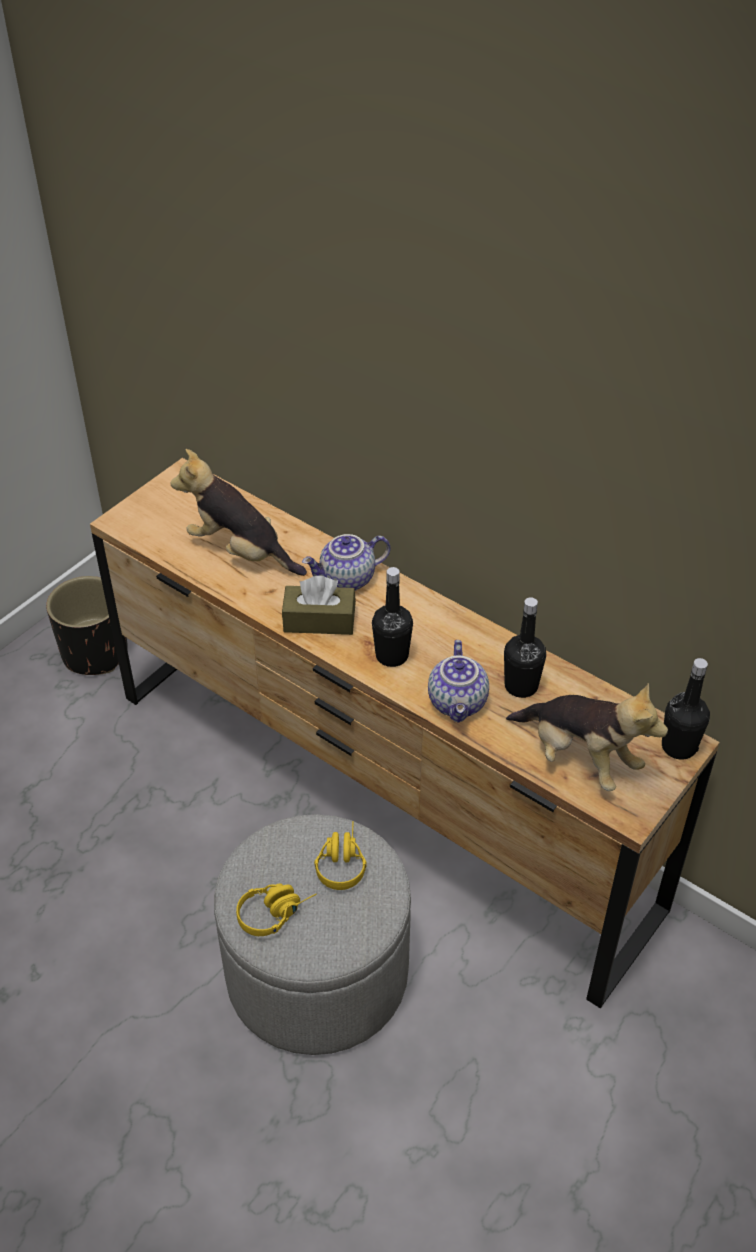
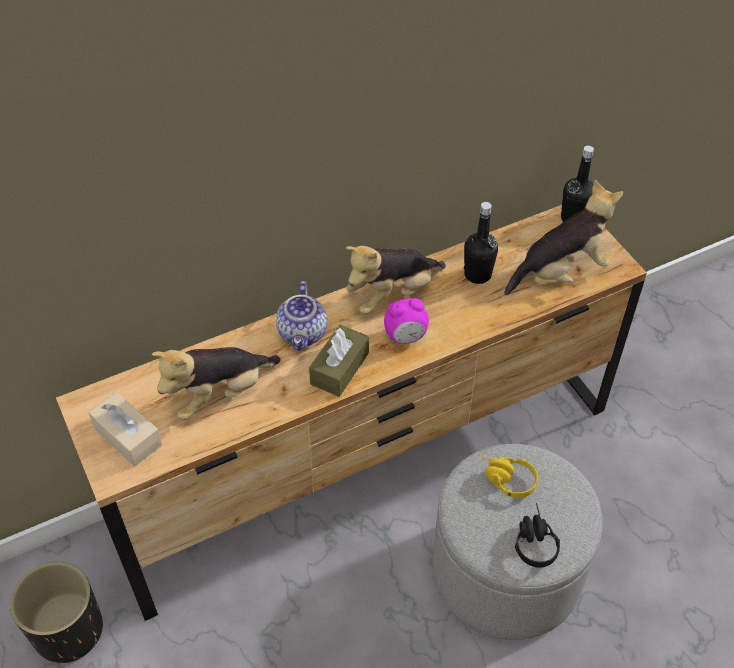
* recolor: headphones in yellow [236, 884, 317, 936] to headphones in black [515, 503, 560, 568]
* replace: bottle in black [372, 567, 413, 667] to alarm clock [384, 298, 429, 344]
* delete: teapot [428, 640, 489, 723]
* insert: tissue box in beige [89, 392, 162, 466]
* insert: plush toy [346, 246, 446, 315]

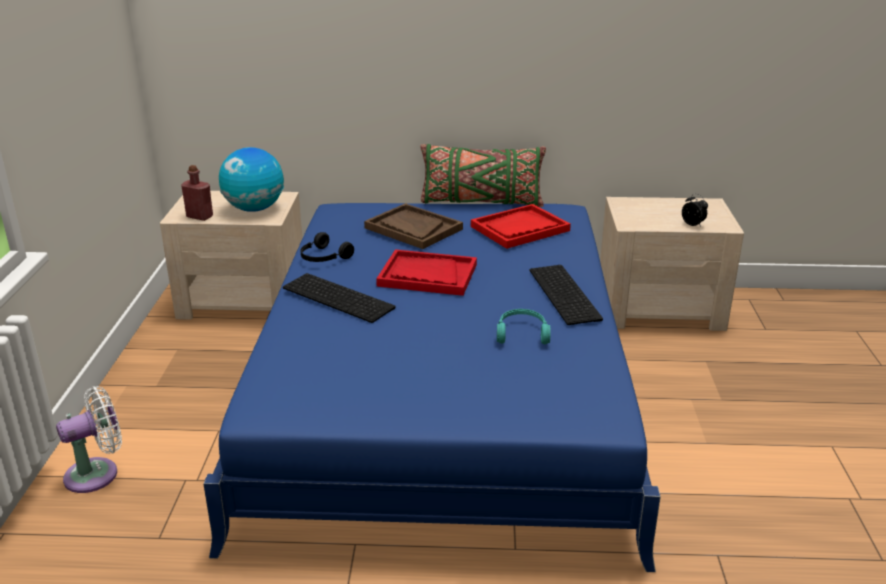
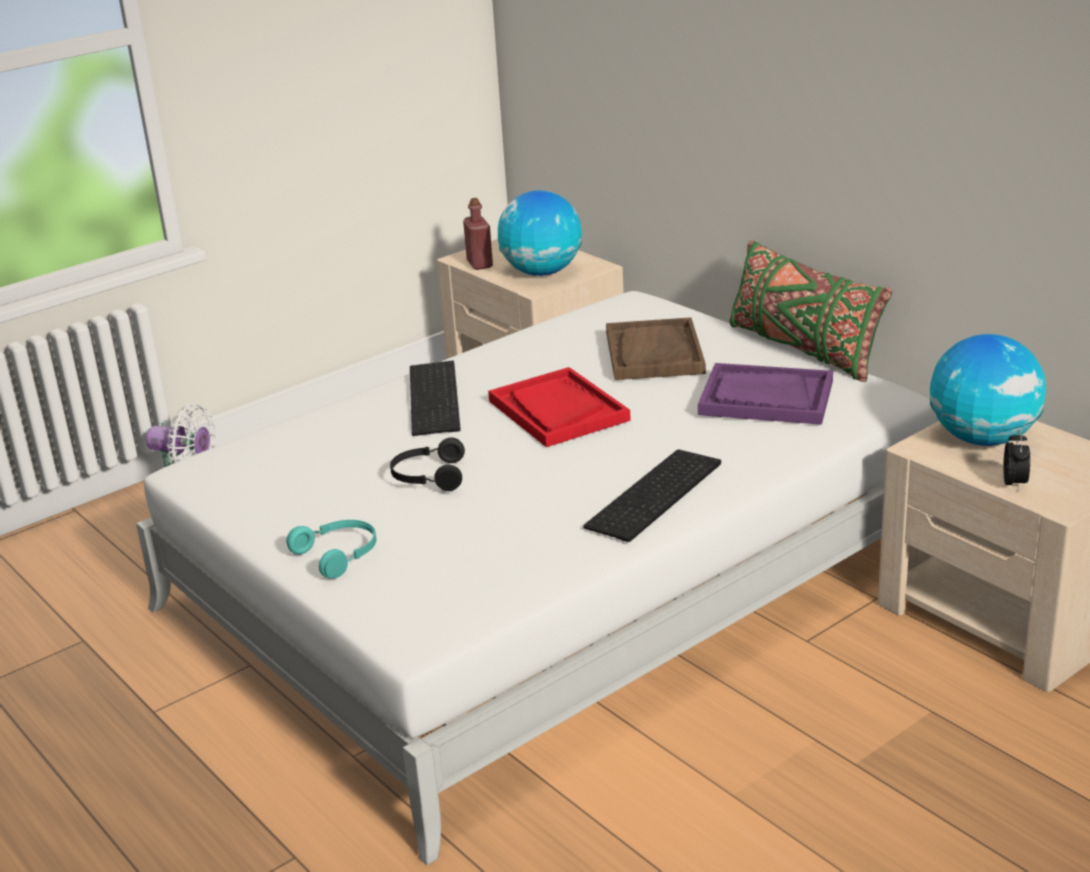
* recolor: bed in blue [203, 203, 661, 572] to bed in white [136, 291, 938, 865]
* move: headphones in black [300, 232, 354, 262] to [390, 437, 465, 491]
* recolor: tray in red [471, 204, 571, 249] to tray in purple [698, 363, 833, 425]
* move: headphones in turquoise [497, 309, 551, 344] to [286, 520, 376, 579]
* insert: globe [930, 334, 1046, 446]

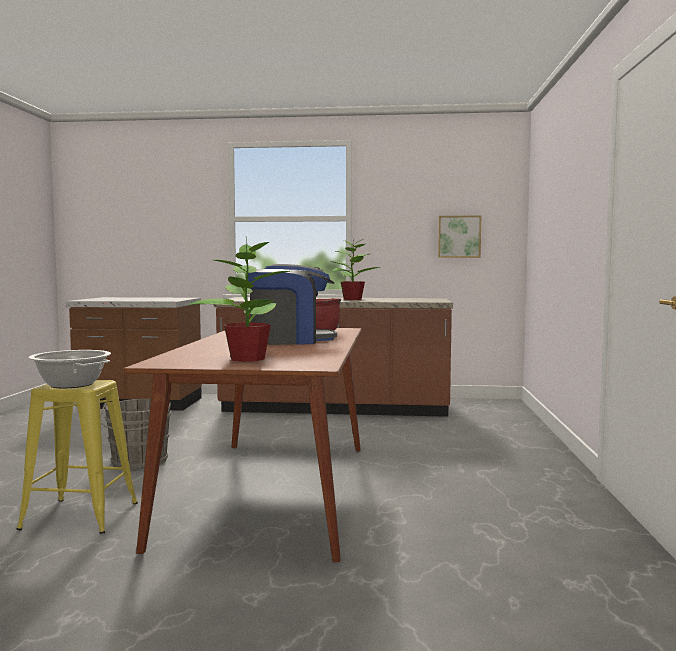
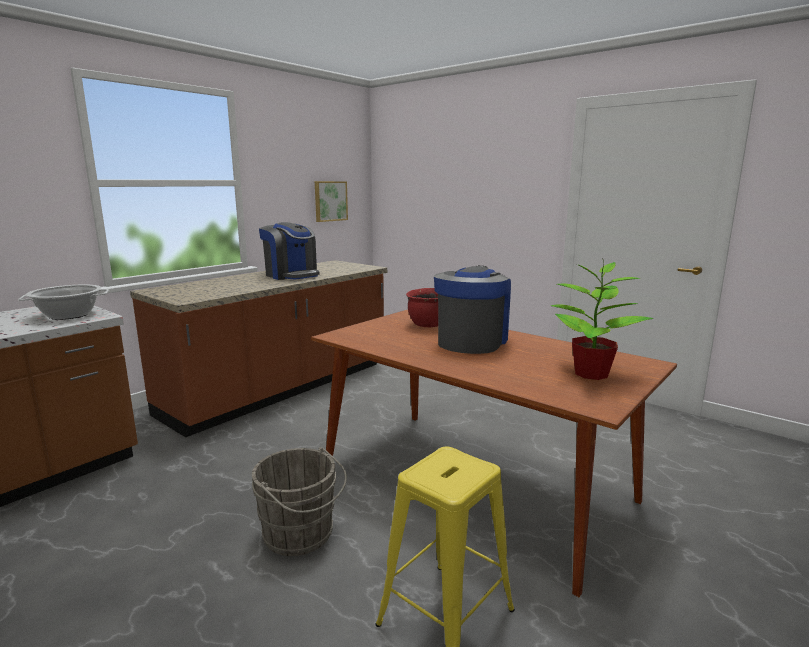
* move: cooking pot [28, 350, 111, 388] to [18, 285, 109, 320]
* replace: potted plant [329, 235, 380, 300] to coffee machine [259, 222, 319, 280]

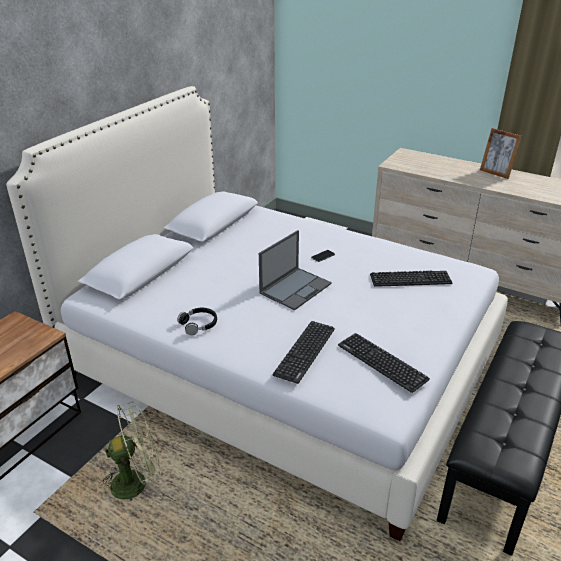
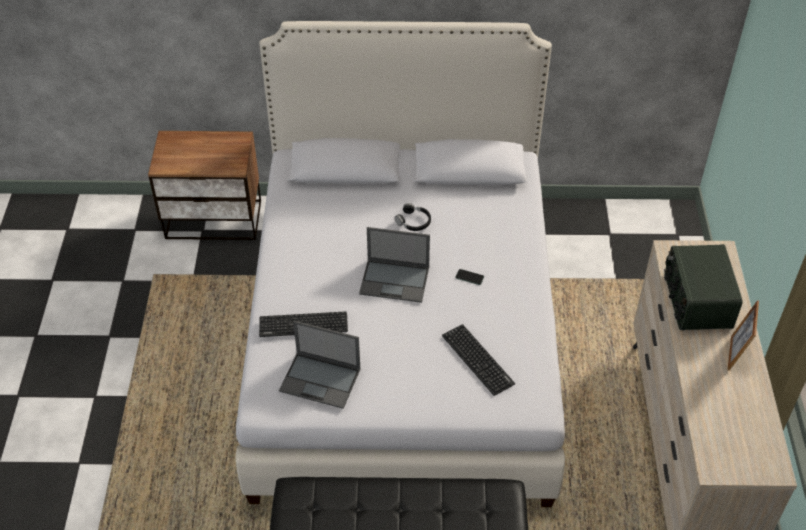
* delete: fan in green [99, 402, 161, 504]
* move: headphones in black [177, 308, 217, 335] to [395, 203, 431, 231]
* replace: keyboard [338, 333, 430, 393] to laptop [279, 321, 361, 409]
* insert: radio [664, 244, 743, 330]

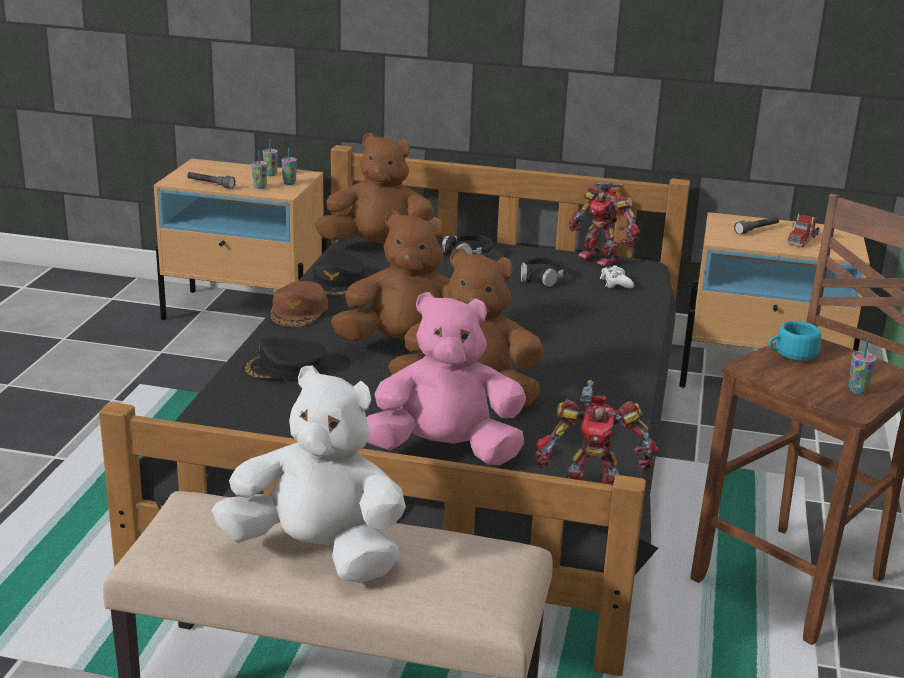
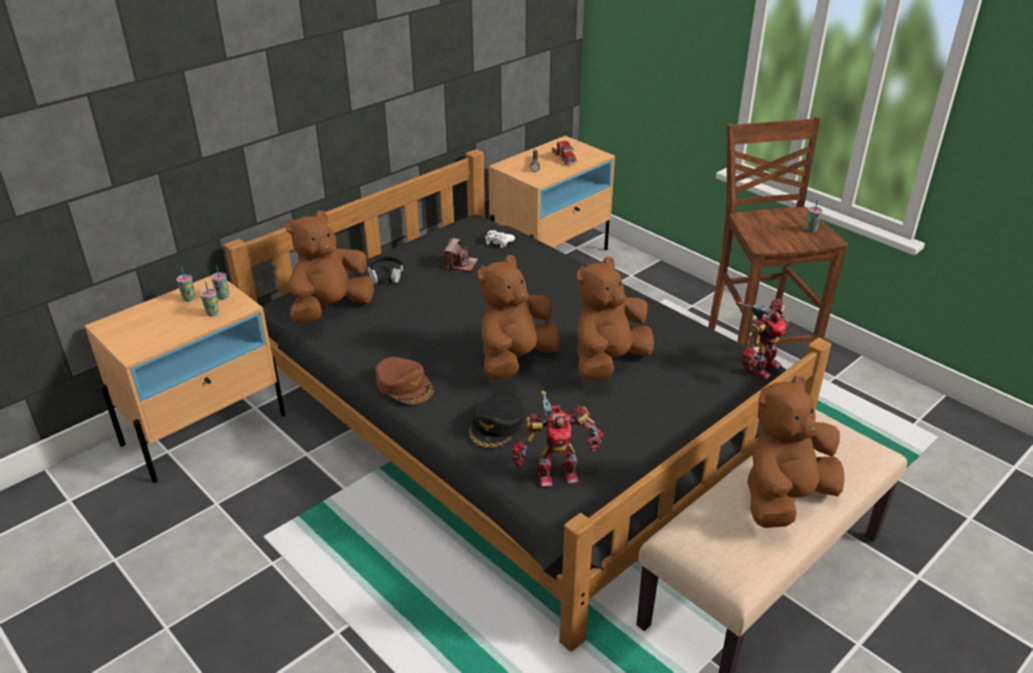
* delete: flashlight in grey [187, 172, 235, 189]
* recolor: plush toy in white [211, 366, 406, 583] to plush toy in brown [747, 375, 844, 528]
* delete: cap in black [311, 255, 365, 297]
* delete: plush toy in pink [366, 292, 526, 465]
* replace: headphones in black [521, 257, 567, 287] to photo camera [444, 238, 478, 271]
* move: toy robot [569, 182, 640, 266] to [513, 390, 603, 488]
* delete: cup in turquoise [769, 321, 821, 361]

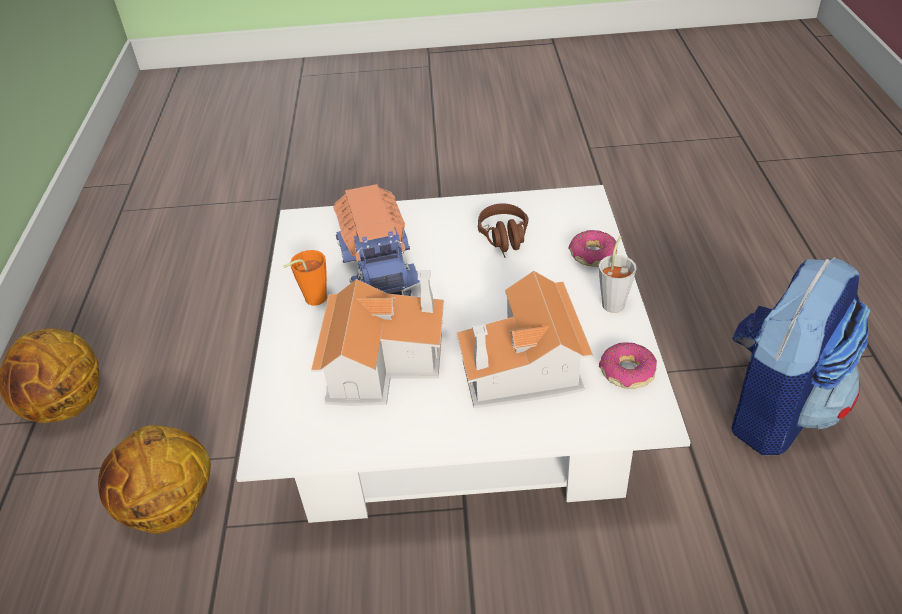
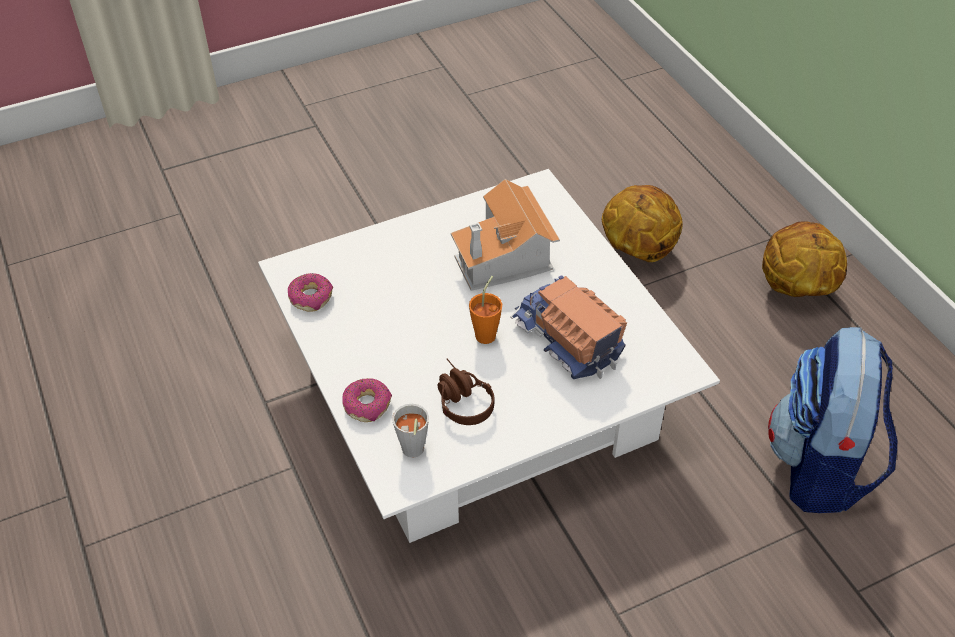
* move: cup in orange [283, 250, 327, 306] to [469, 276, 502, 344]
* delete: toy house [456, 271, 593, 408]
* move: cup in grey [599, 235, 636, 313] to [392, 404, 429, 458]
* move: backpack [731, 257, 870, 455] to [768, 327, 897, 513]

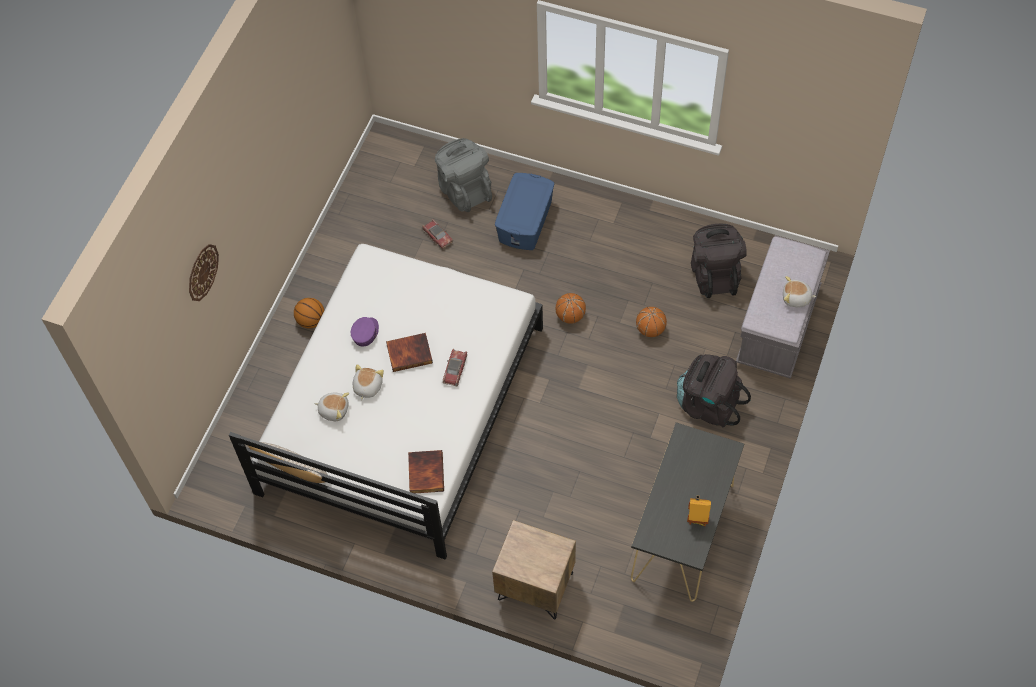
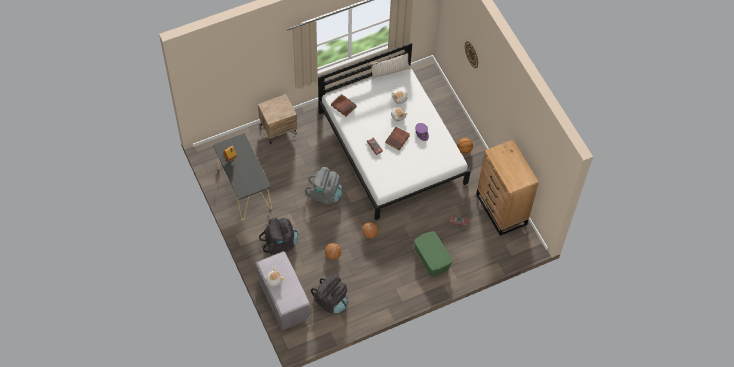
* move: backpack in grey [435, 138, 492, 212] to [305, 167, 343, 204]
* recolor: storage box in blue [495, 173, 554, 250] to storage box in green [414, 231, 453, 277]
* insert: dresser in brown [476, 140, 539, 236]

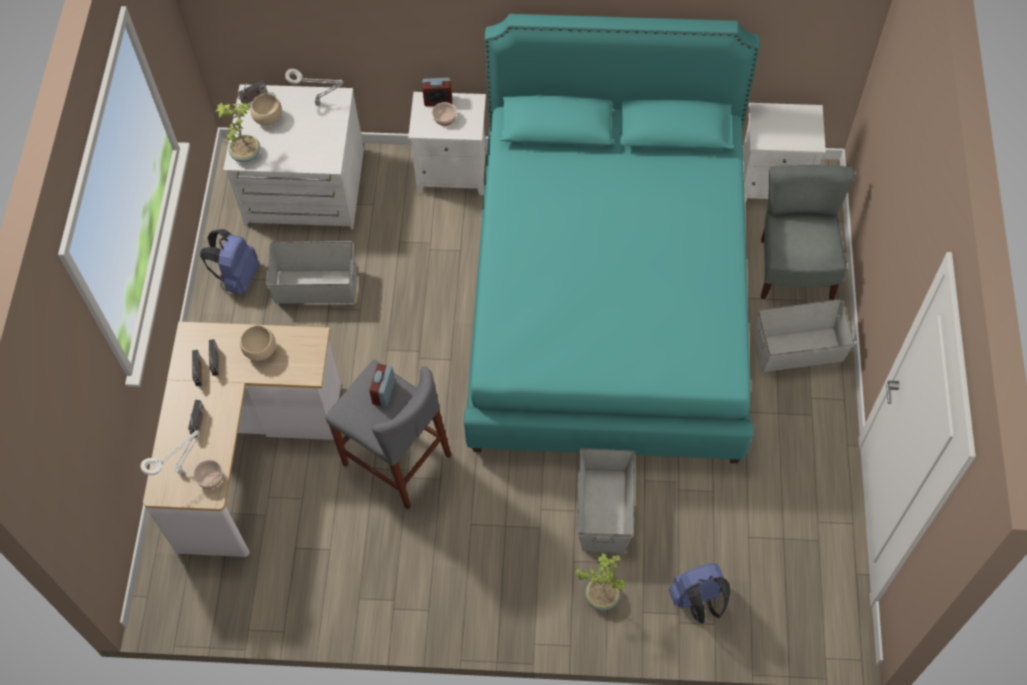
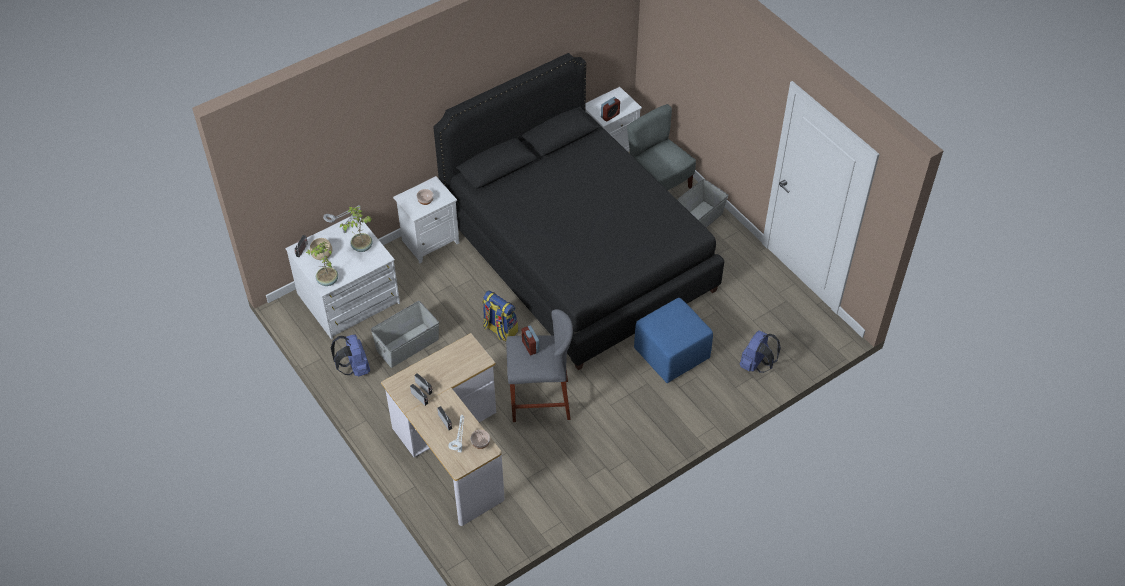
* delete: bowl in beige [240, 326, 276, 361]
* move: alarm clock [422, 78, 452, 106] to [601, 97, 620, 122]
* recolor: bed in turquoise [464, 14, 760, 463] to bed in black [433, 53, 724, 370]
* move: potted plant [574, 553, 626, 611] to [340, 206, 373, 252]
* replace: storage box in grey [576, 448, 635, 553] to ottoman in blue [634, 298, 713, 383]
* insert: backpack [482, 290, 518, 341]

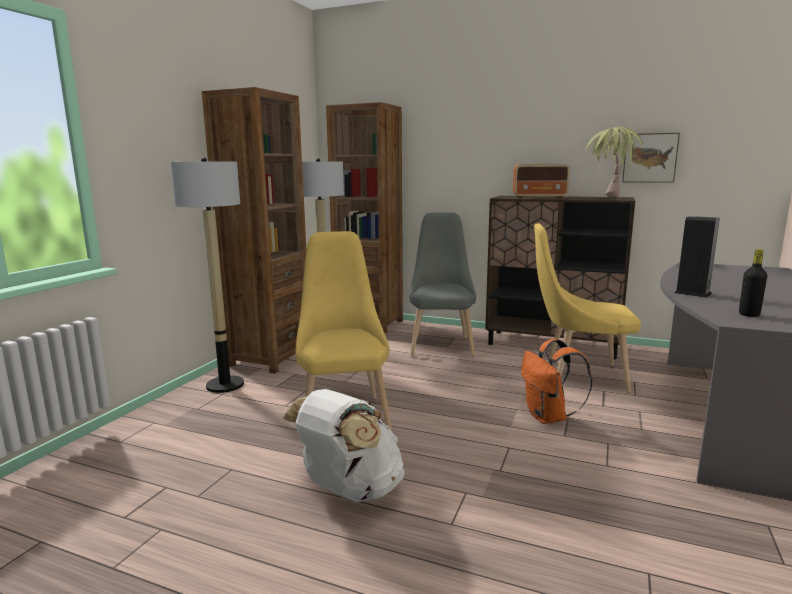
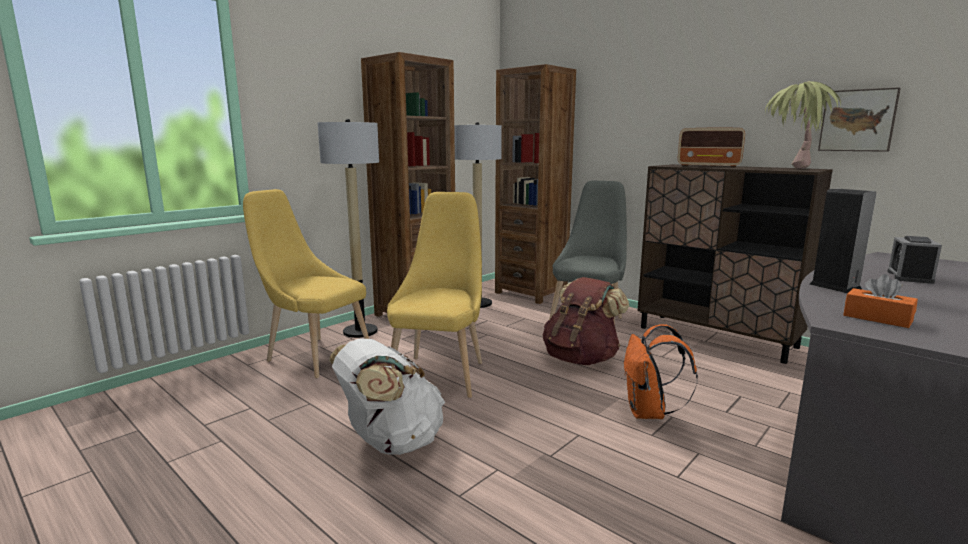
* move: chair in yellow [534, 223, 641, 393] to [243, 189, 369, 378]
* replace: bottle in black [739, 249, 767, 317] to tissue box in orange [843, 274, 918, 328]
* insert: backpack in brown [543, 277, 629, 365]
* insert: alarm clock [887, 236, 942, 284]

